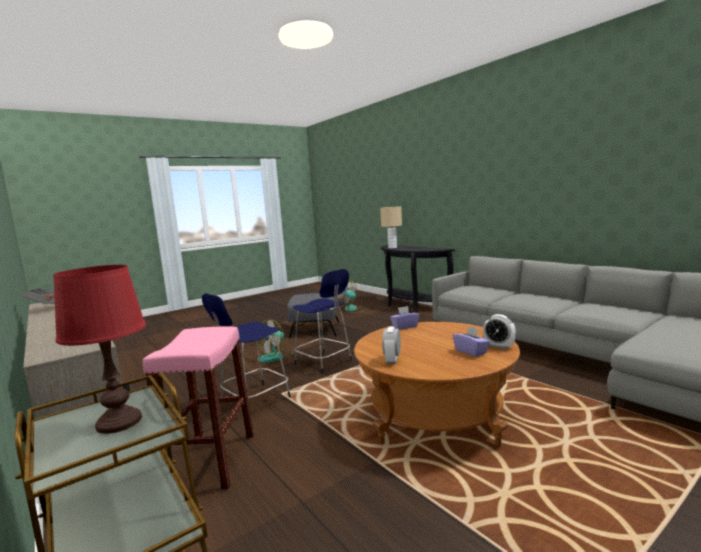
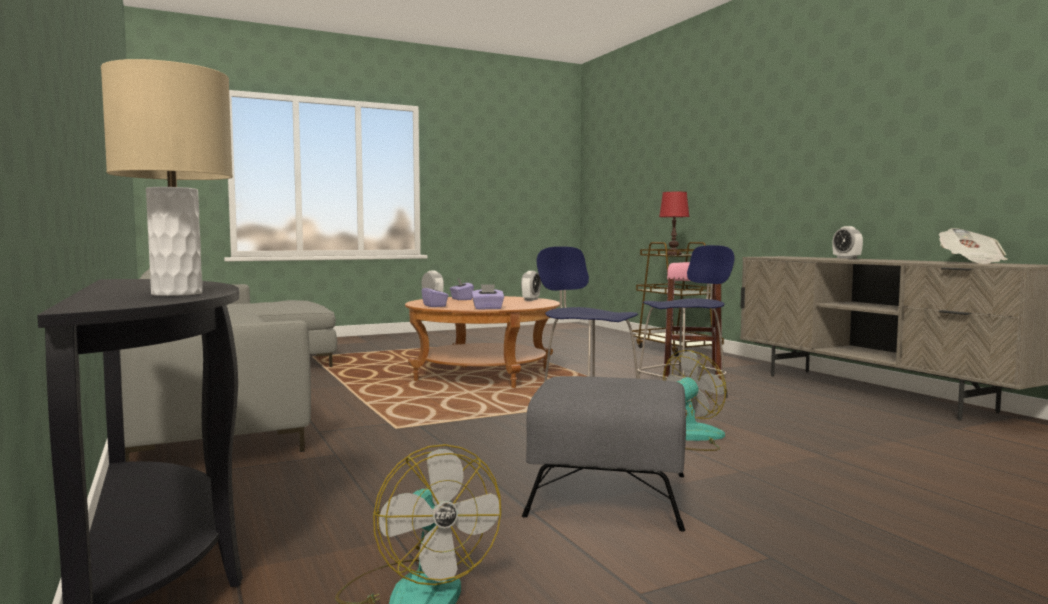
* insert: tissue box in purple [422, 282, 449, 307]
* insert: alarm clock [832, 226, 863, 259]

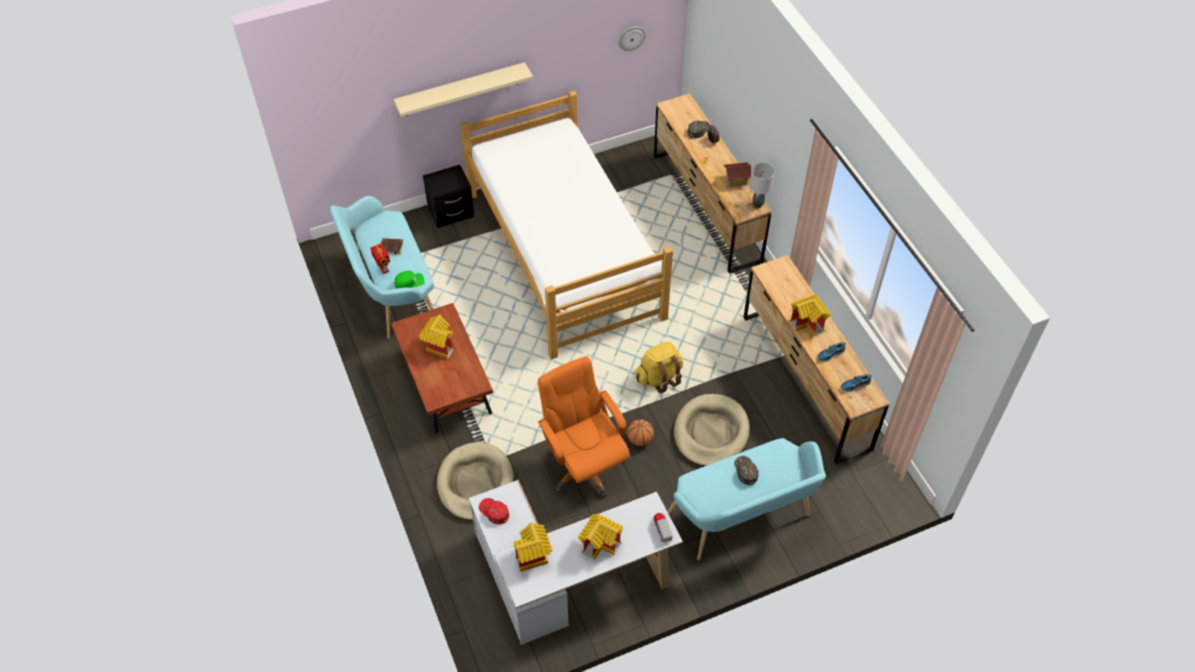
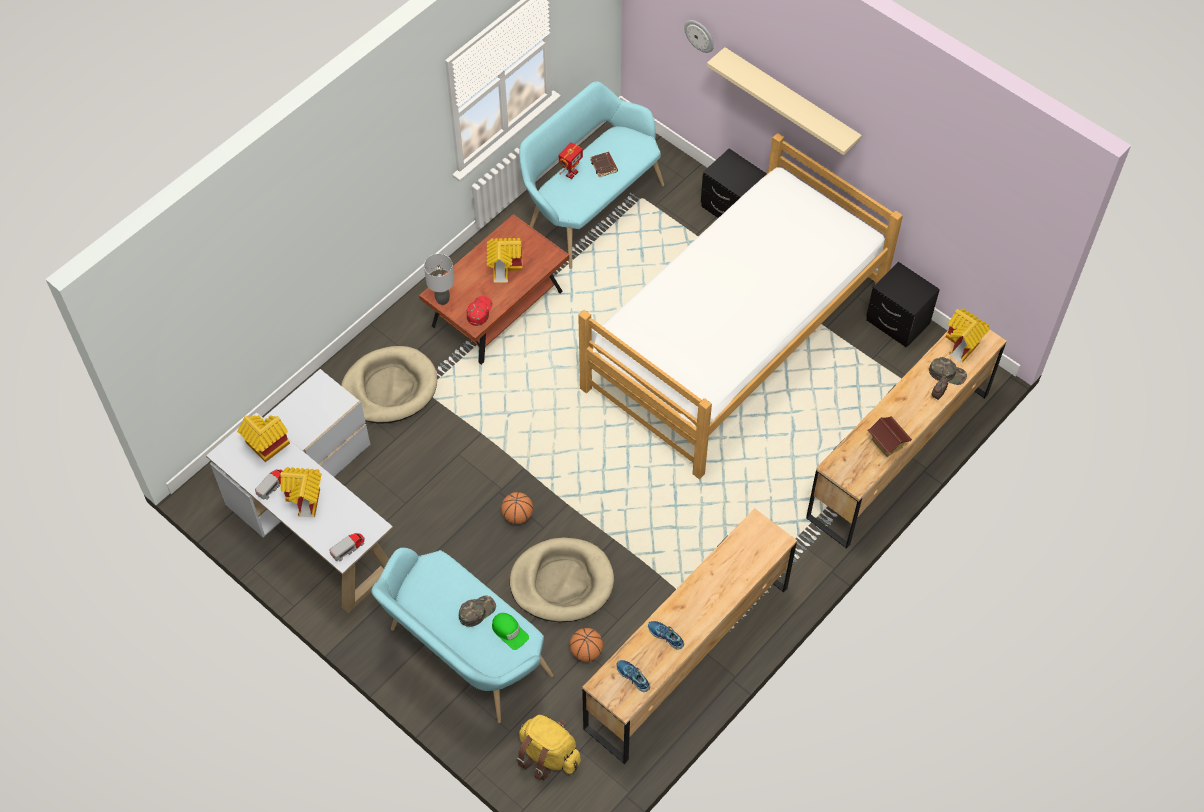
* move: cap in green [394, 271, 425, 289] to [492, 613, 529, 650]
* move: cap in red [479, 498, 509, 524] to [467, 296, 493, 326]
* delete: office chair in orange [538, 356, 630, 498]
* move: wall clock [619, 26, 646, 51] to [684, 20, 714, 53]
* move: backpack in yellow [636, 342, 683, 394] to [516, 715, 581, 780]
* move: table lamp in grey [749, 163, 775, 208] to [424, 254, 454, 305]
* move: toy house [789, 295, 831, 336] to [946, 309, 990, 363]
* insert: toy truck [255, 470, 283, 500]
* insert: basketball [570, 628, 603, 662]
* insert: nightstand in black [866, 262, 940, 348]

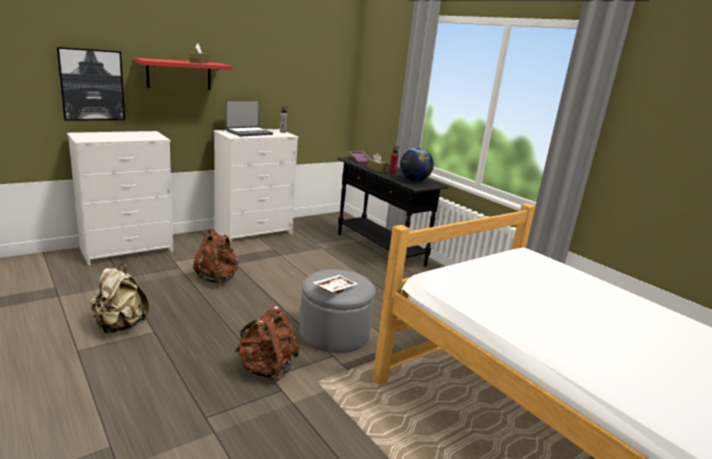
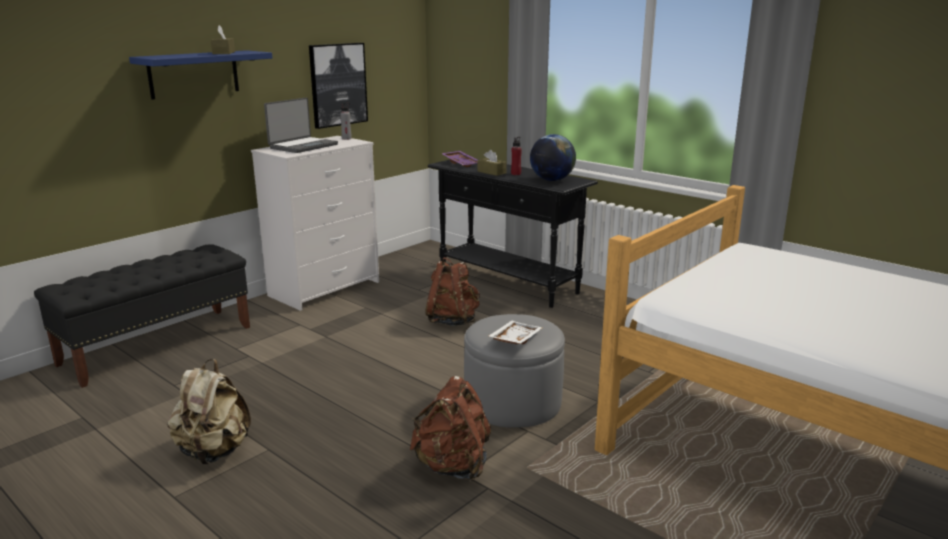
* move: picture [56, 47, 125, 121] to [309, 43, 368, 129]
* replace: dresser in white [67, 131, 173, 265] to bench in black [34, 244, 250, 388]
* recolor: shelf in red [134, 58, 232, 90] to shelf in blue [129, 50, 272, 100]
* move: backpack in brown [193, 229, 238, 283] to [425, 257, 480, 326]

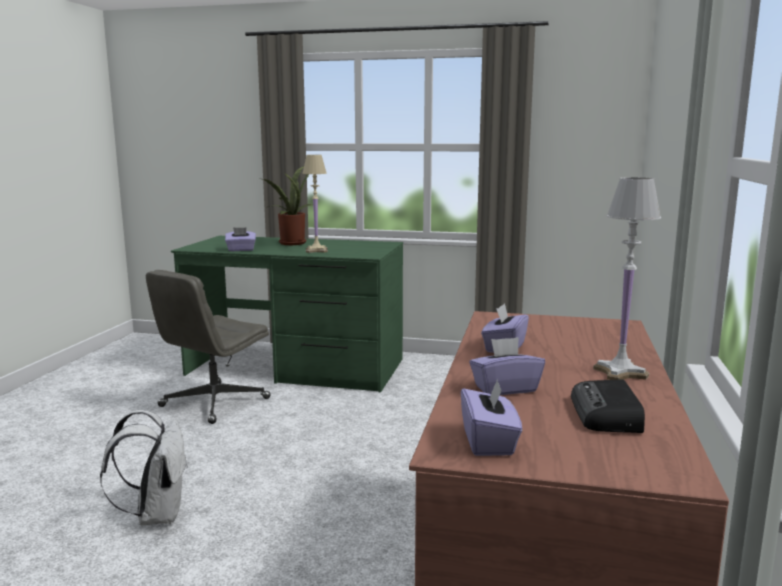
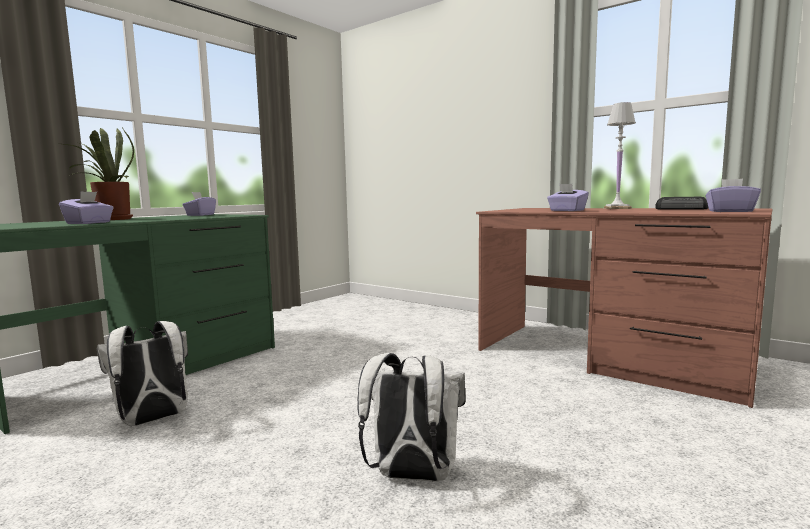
* replace: office chair in grey [146, 270, 270, 424] to backpack in white [97, 321, 188, 426]
* delete: table lamp in beige [302, 155, 328, 253]
* move: tissue box in purple [469, 337, 545, 395] to [182, 192, 216, 216]

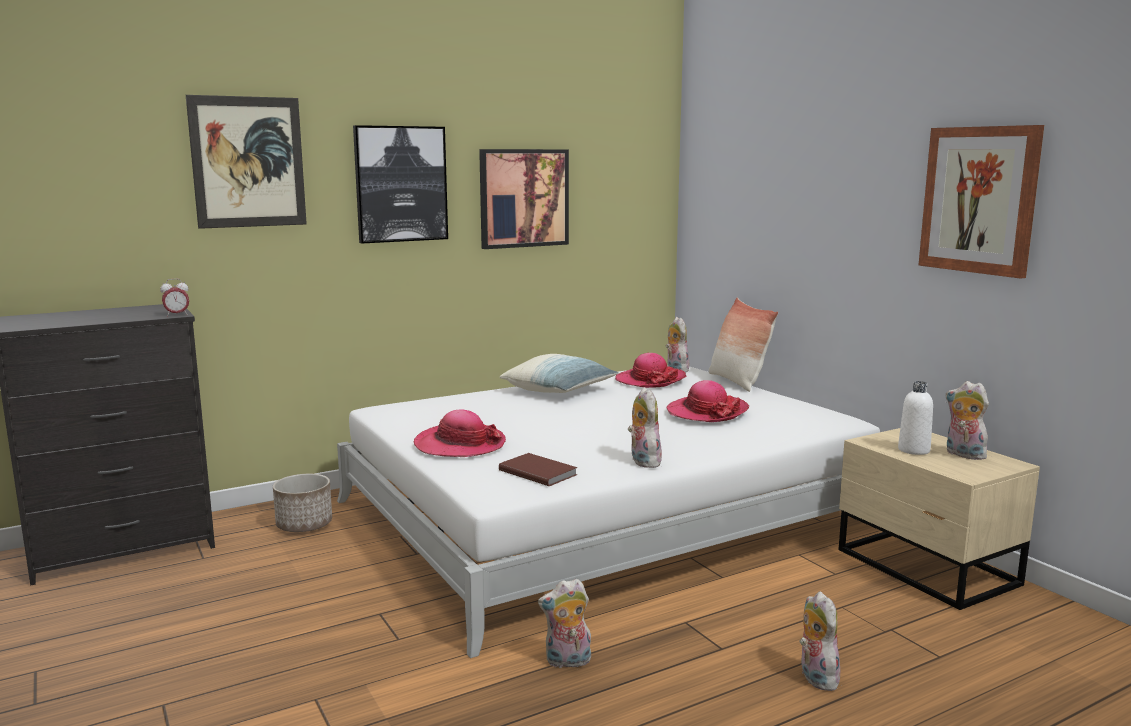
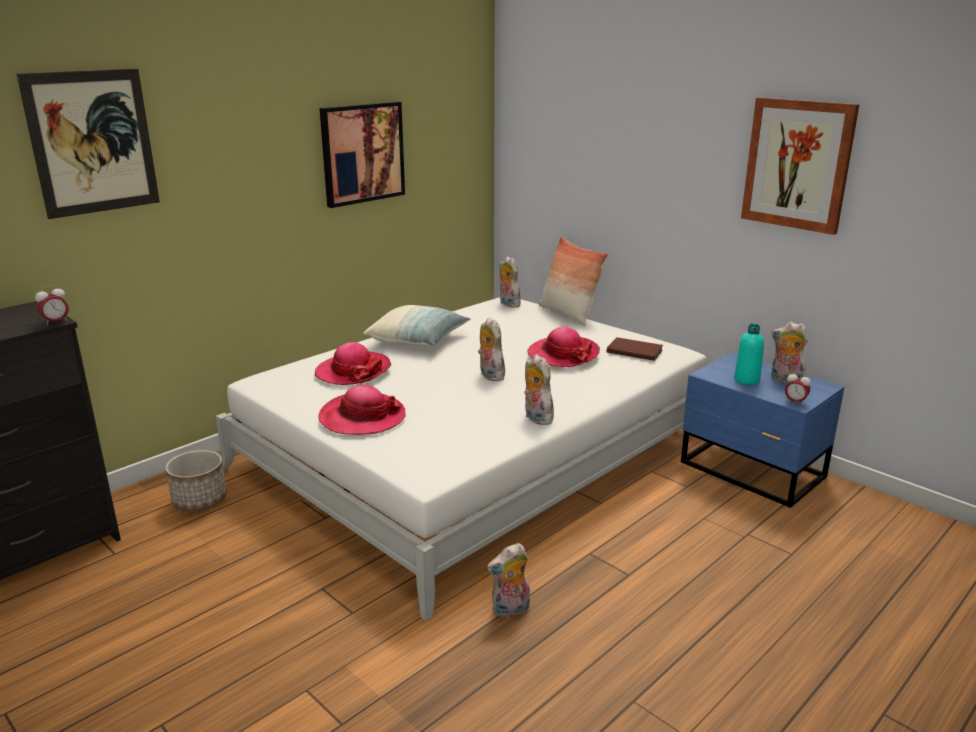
* delete: picture [353, 125, 448, 243]
* move: book in brown [499, 453, 578, 486] to [607, 337, 663, 361]
* move: hat [615, 353, 687, 388] to [315, 342, 391, 385]
* move: plush toy [799, 591, 842, 691] to [478, 317, 505, 381]
* recolor: nightstand in beige [838, 428, 1040, 610] to nightstand in blue [681, 353, 844, 508]
* recolor: bottle in white [898, 381, 933, 455] to bottle in turquoise [734, 324, 764, 385]
* insert: alarm clock [785, 371, 811, 406]

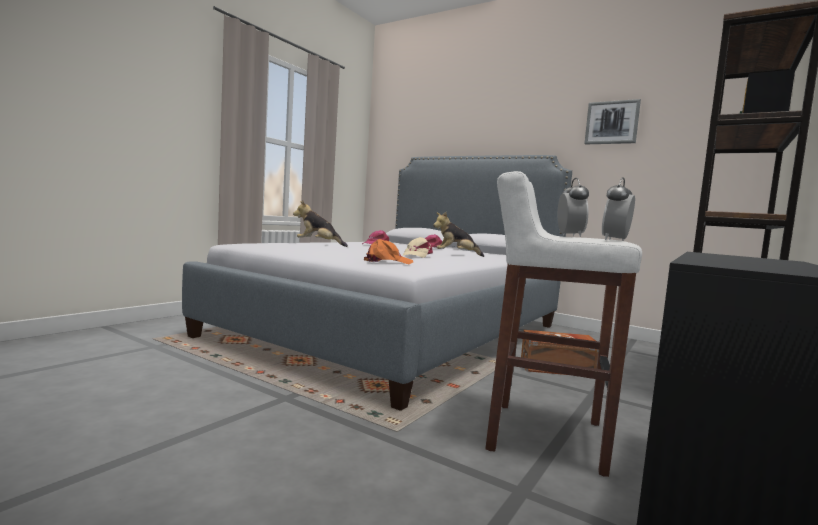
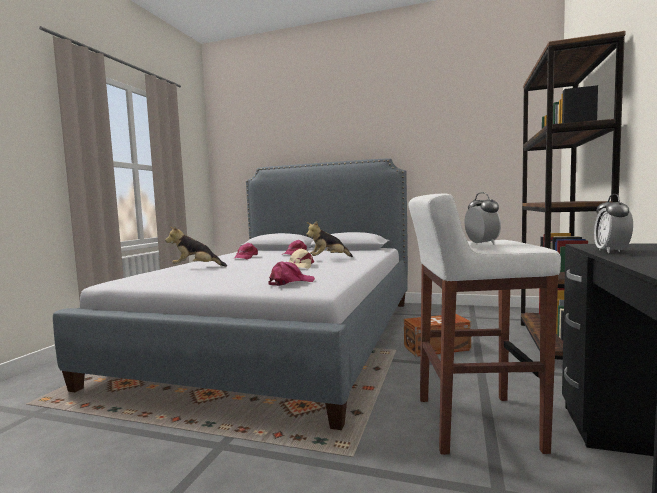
* recolor: cap in orange [364, 239, 413, 264] to cap in pink [269, 261, 315, 286]
* delete: picture [584, 99, 641, 144]
* move: alarm clock [602, 177, 635, 241] to [594, 194, 633, 254]

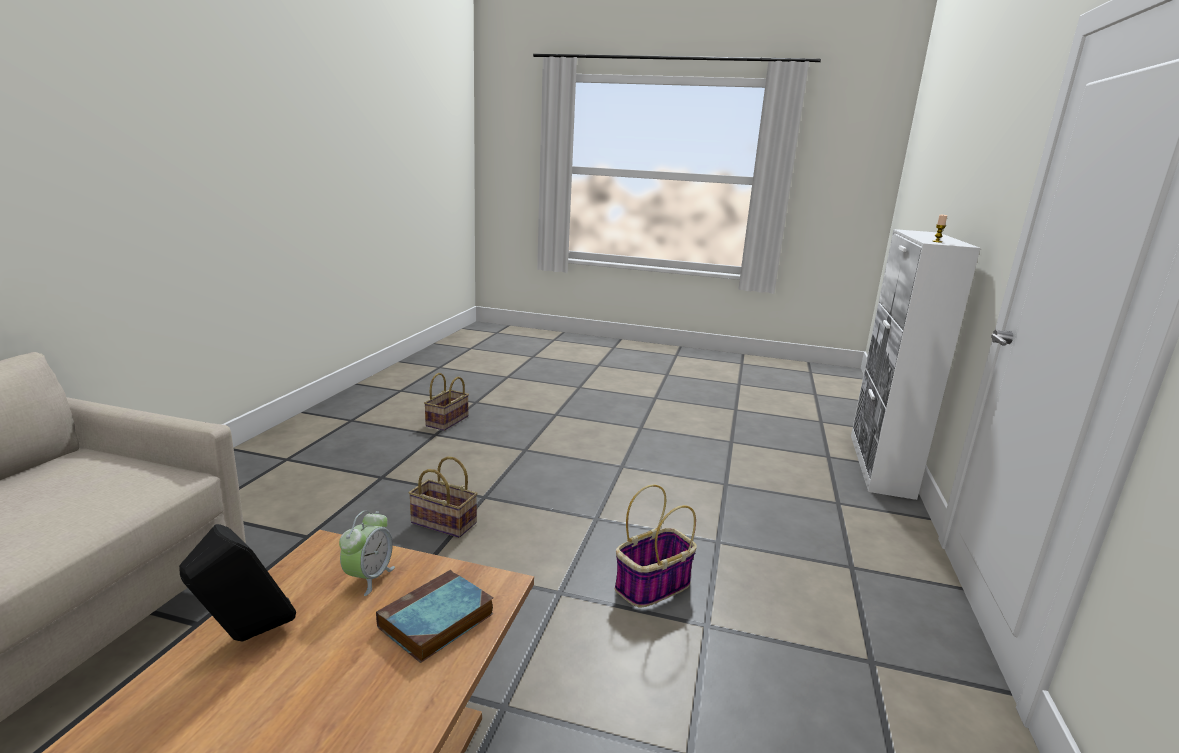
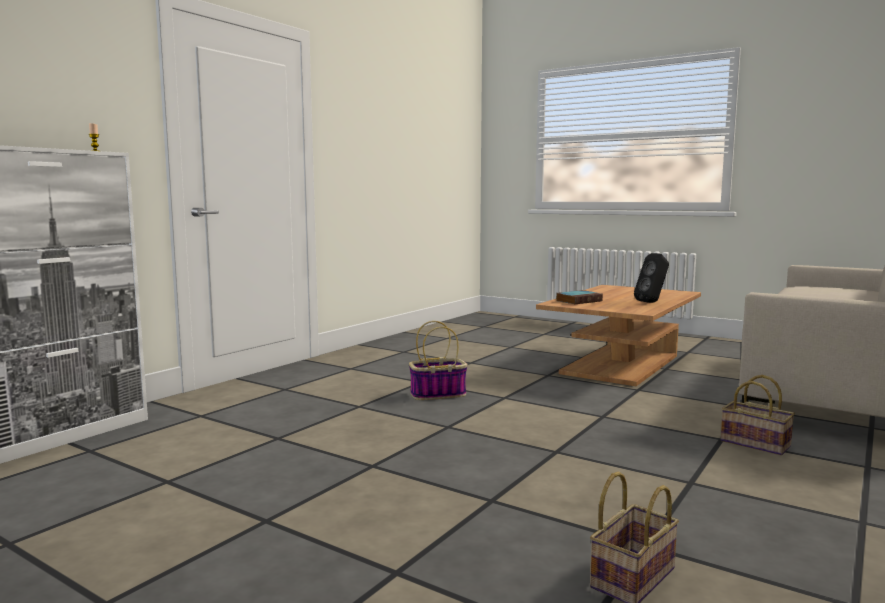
* delete: alarm clock [339, 511, 395, 596]
* move: basket [409, 456, 478, 538] to [720, 375, 795, 455]

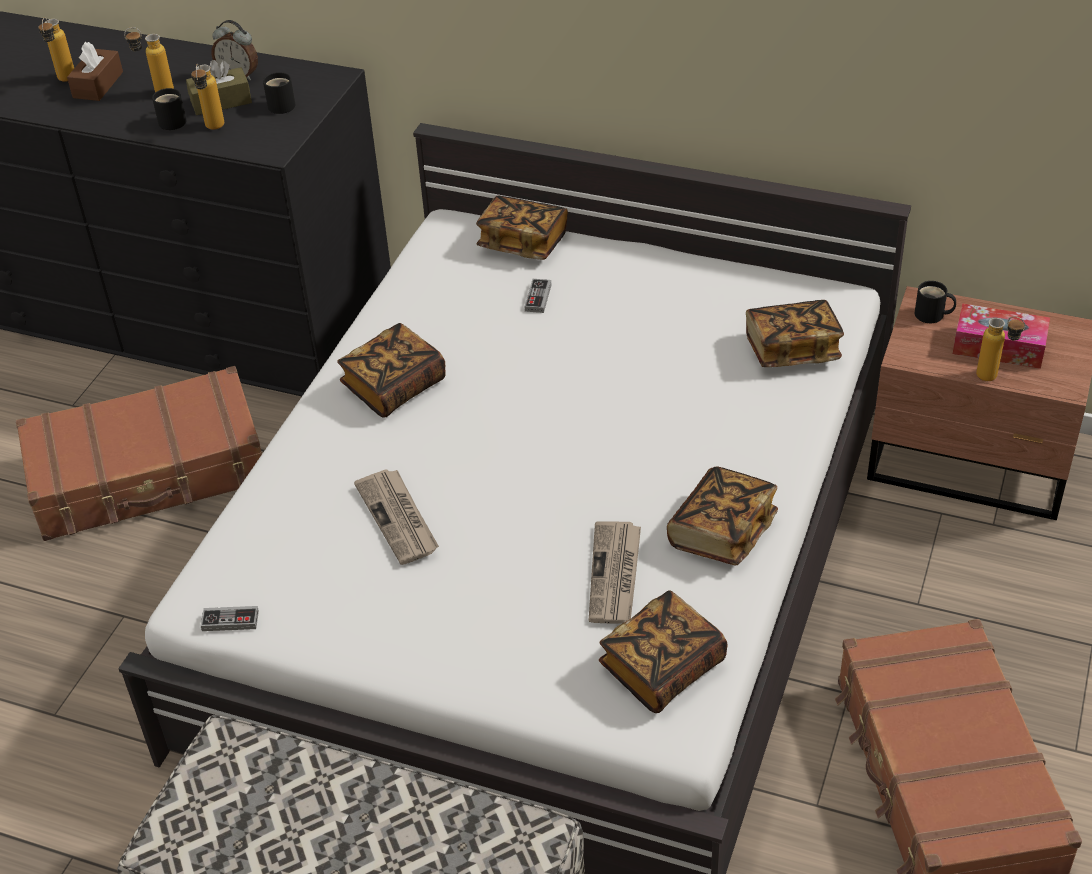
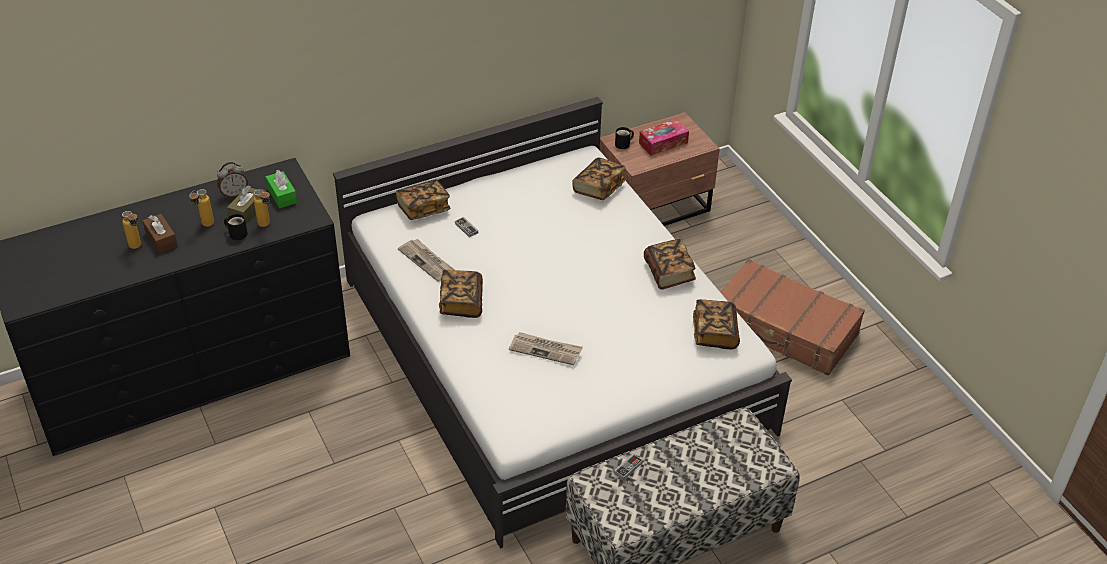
* delete: suitcase in brown [16, 366, 262, 541]
* move: game controller [201, 606, 259, 631] to [614, 454, 643, 480]
* replace: mug in black [263, 72, 295, 114] to tissue box in green [266, 170, 297, 208]
* move: newspaper [589, 521, 641, 623] to [398, 239, 455, 282]
* delete: bottle [976, 316, 1025, 381]

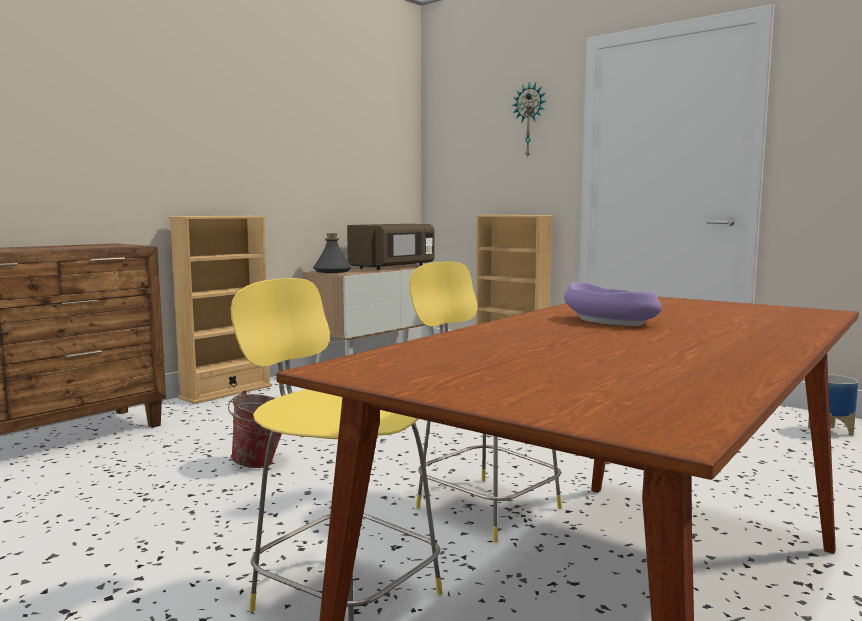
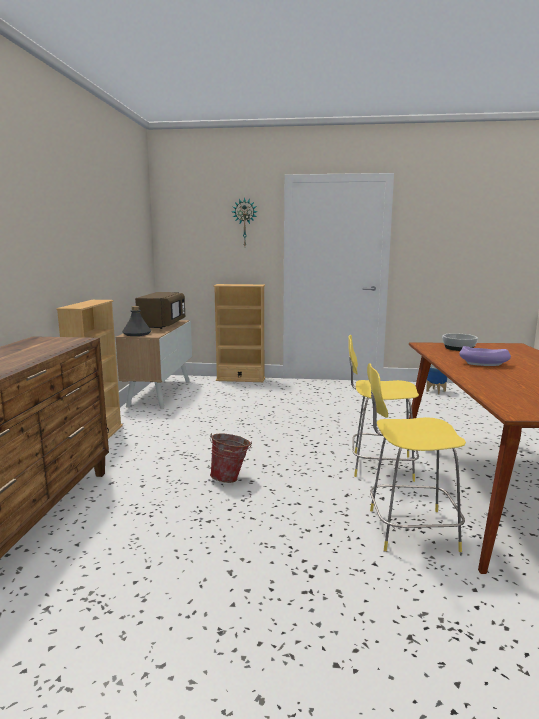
* insert: bowl [442, 333, 478, 351]

